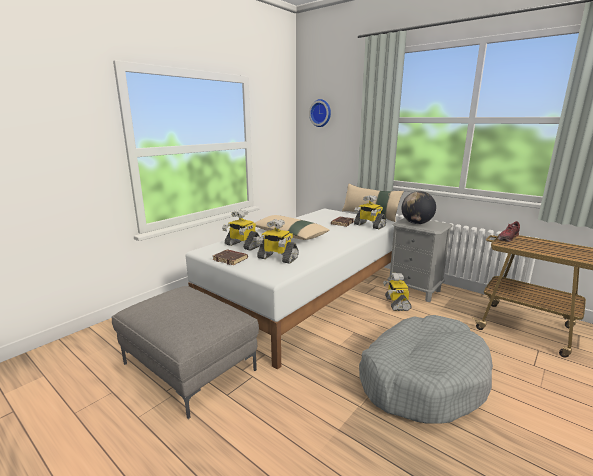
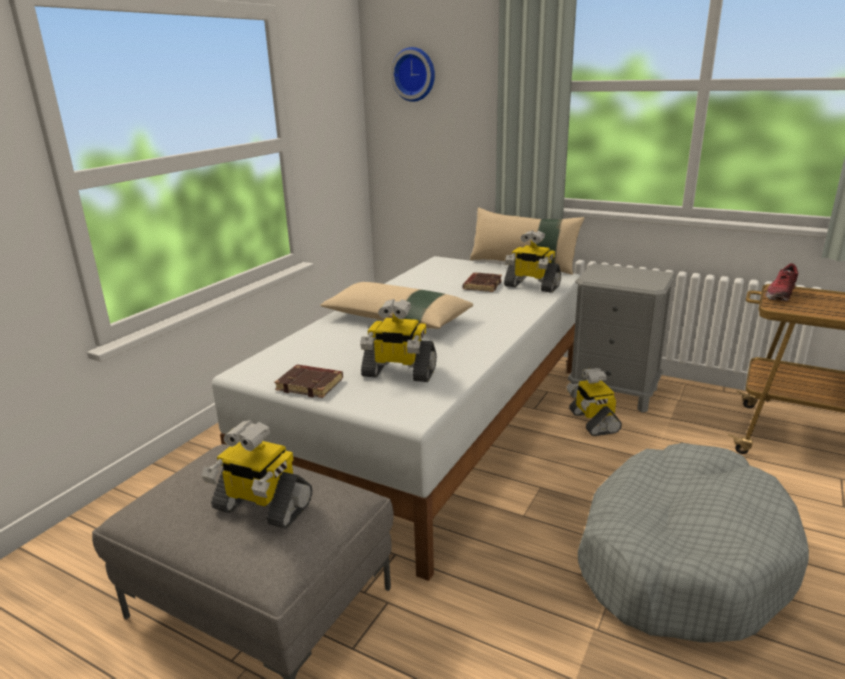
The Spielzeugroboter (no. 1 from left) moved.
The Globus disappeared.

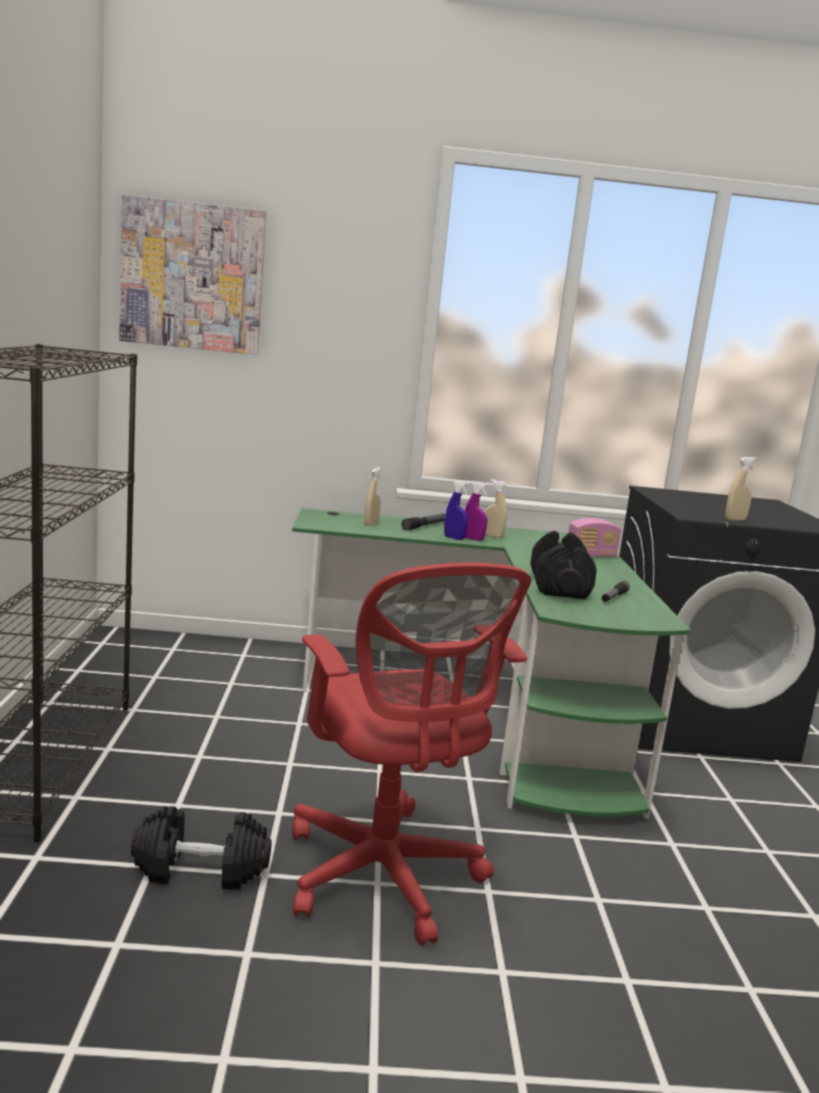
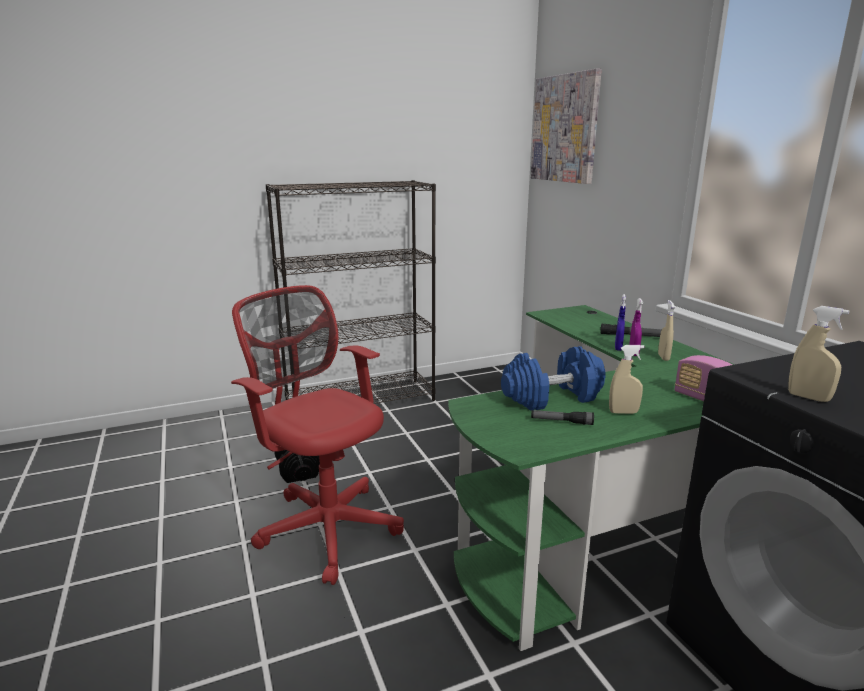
The Bürostuhl/rot turned 90 degrees clockwise.
The Hantel/schwarz (no. 2 from left) became the Hantel/blau.
The Sprühflasche/beige (no. 1 from left) moved.

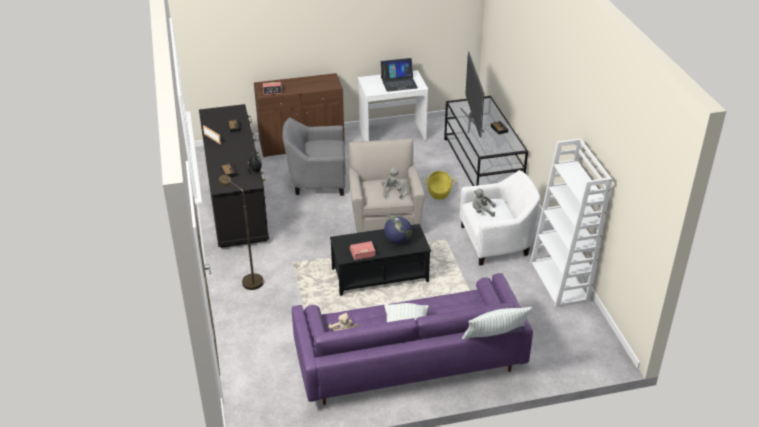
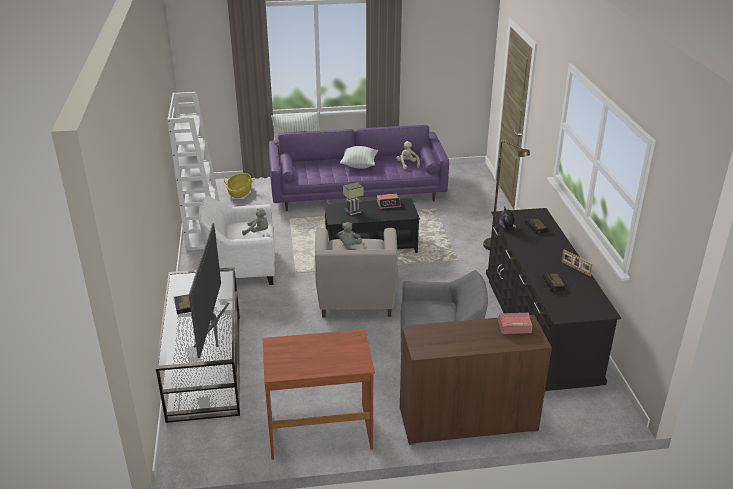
The Korb moved.
The Schreibtisch/weiß became the Schreibtisch/braun.
The Globus was replaced by the Tischlampe.
The Laptop disappeared.

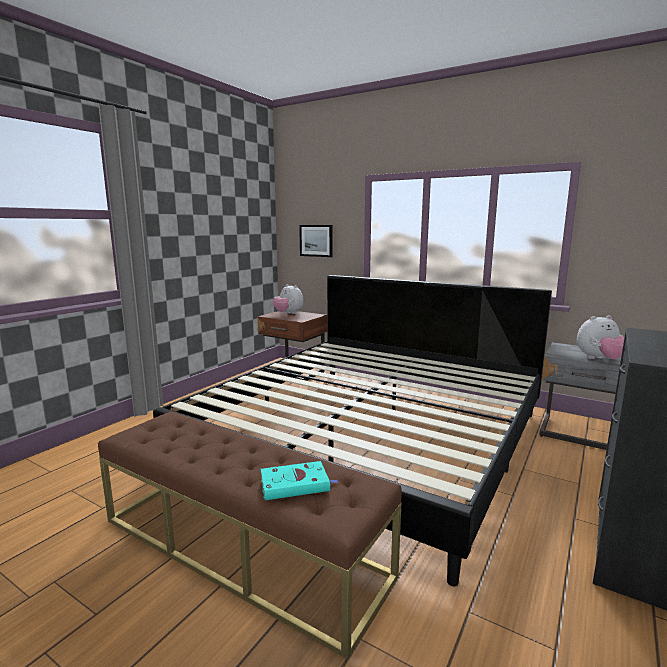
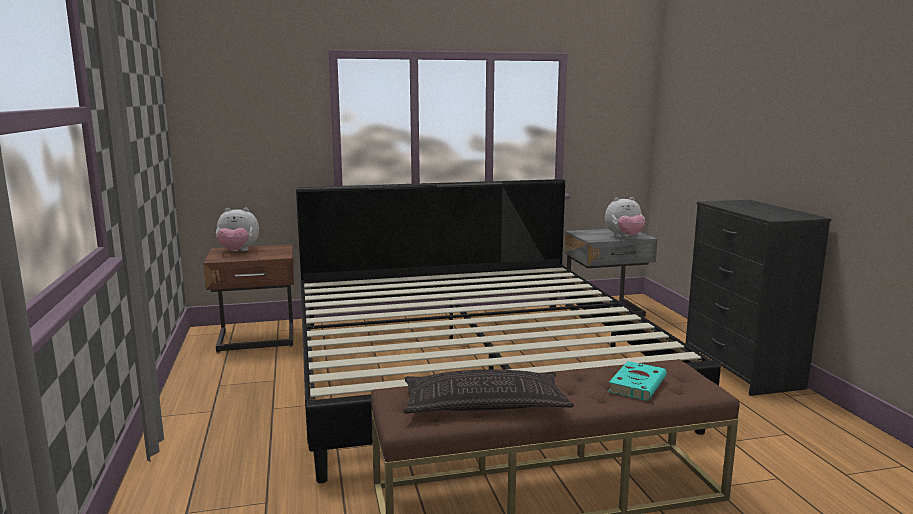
The Kissen appeared.
The Plüschtier (no. 2 from left) turned 45 degrees clockwise.
The Bild disappeared.

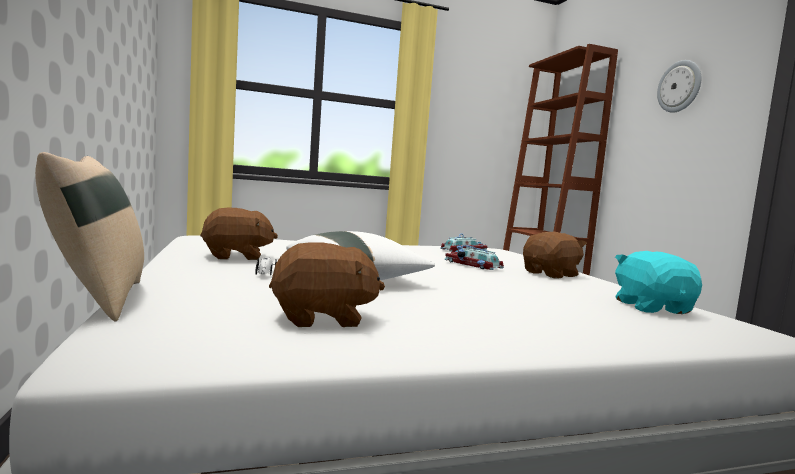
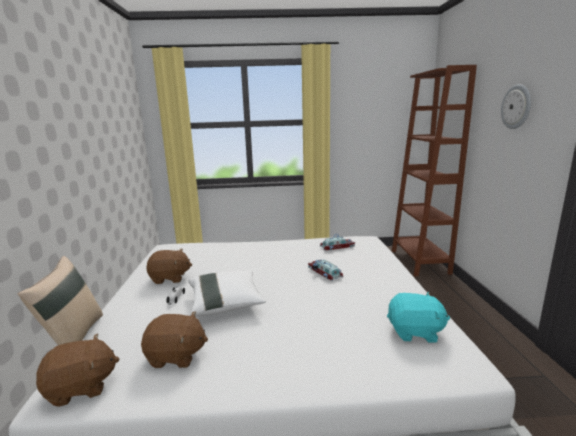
The Plüschtier/braun (no. 3 from left in the first image) moved.
The Plüschtier/türkis turned 90 degrees clockwise.

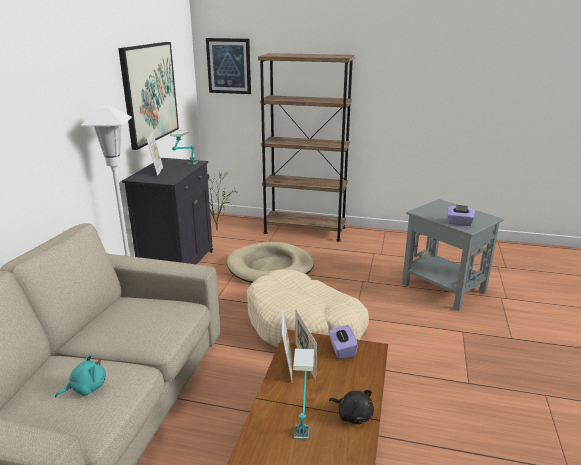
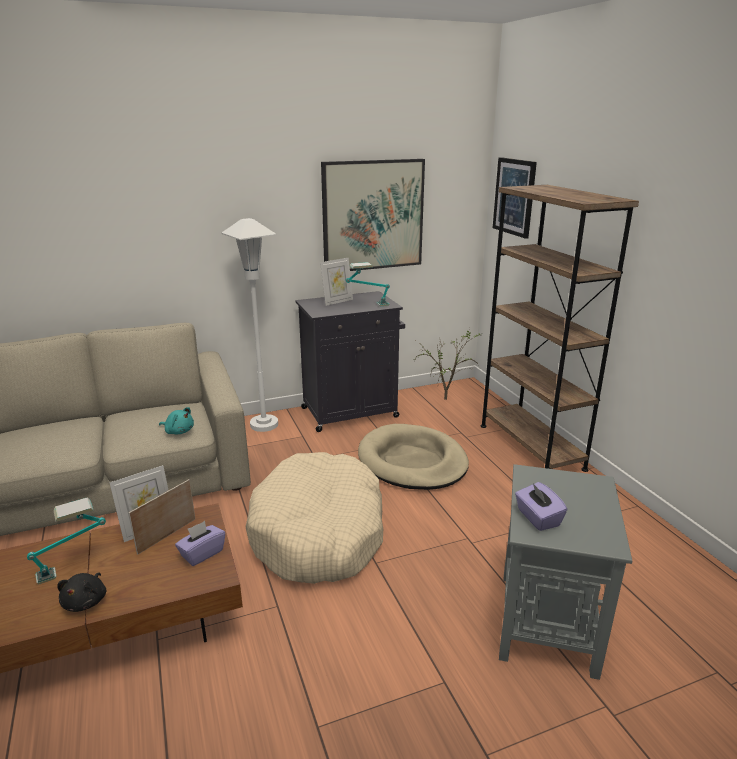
The Plüschtier/türkis moved.

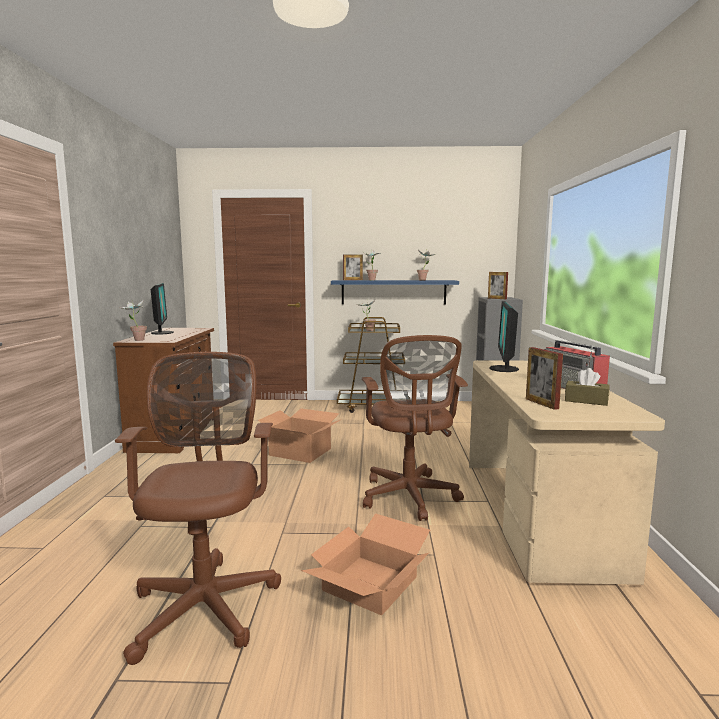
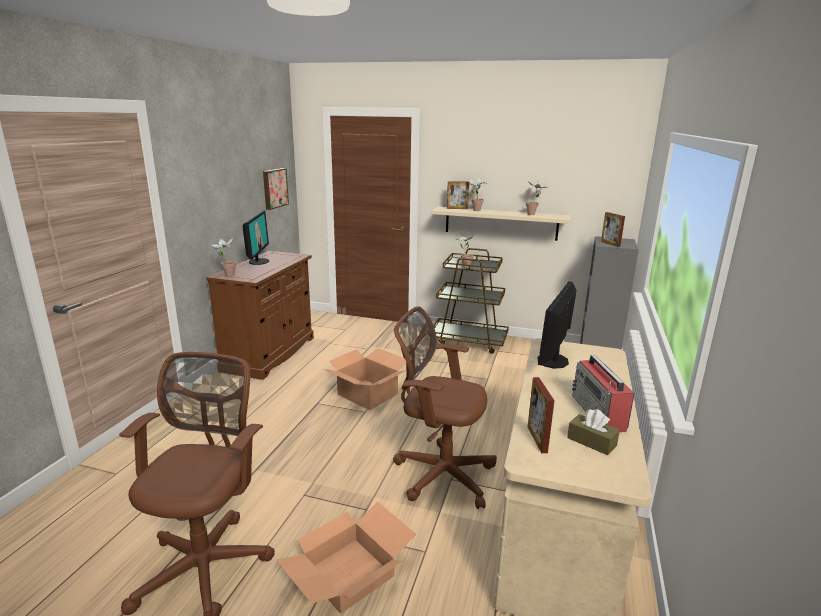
The Bild appeared.
The Bürostuhl/braun (no. 2 from left) turned 105 degrees clockwise.
The Wandregal/blau became the Wandregal/beige.

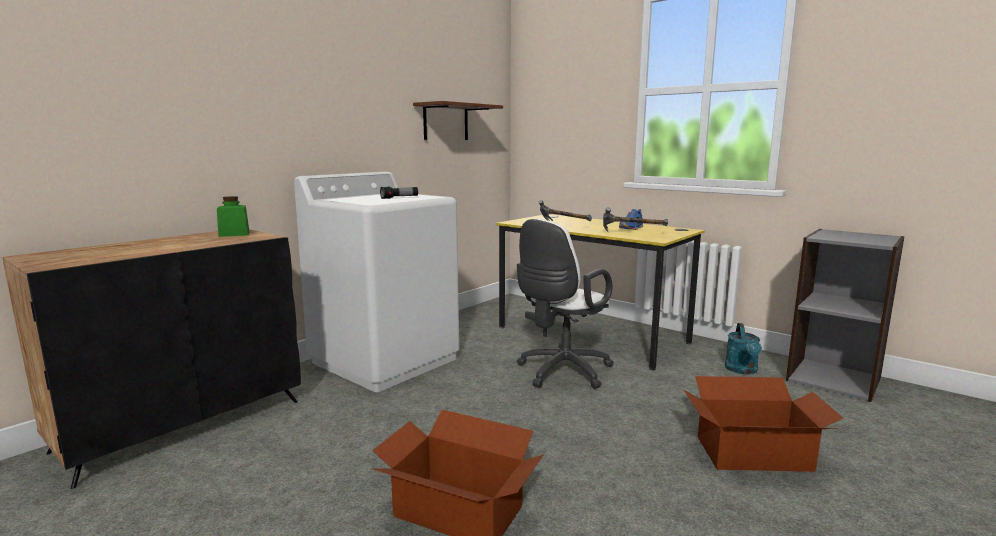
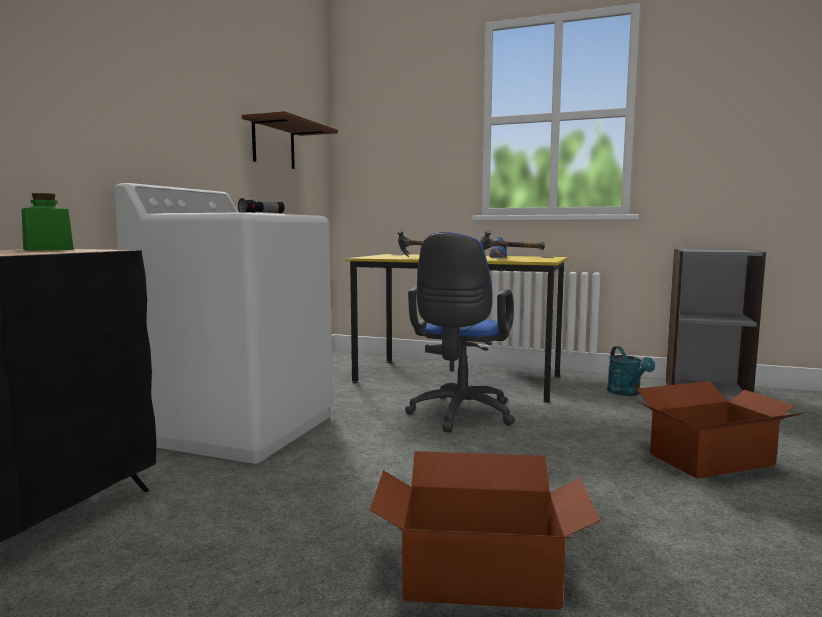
The Bürostuhl/weiß became the Bürostuhl/blau.

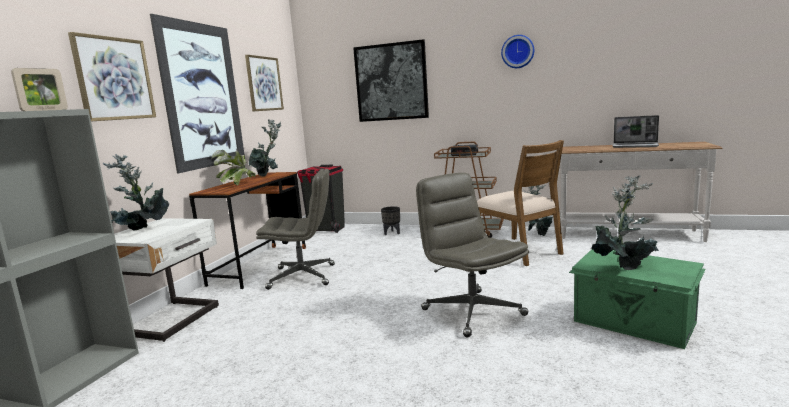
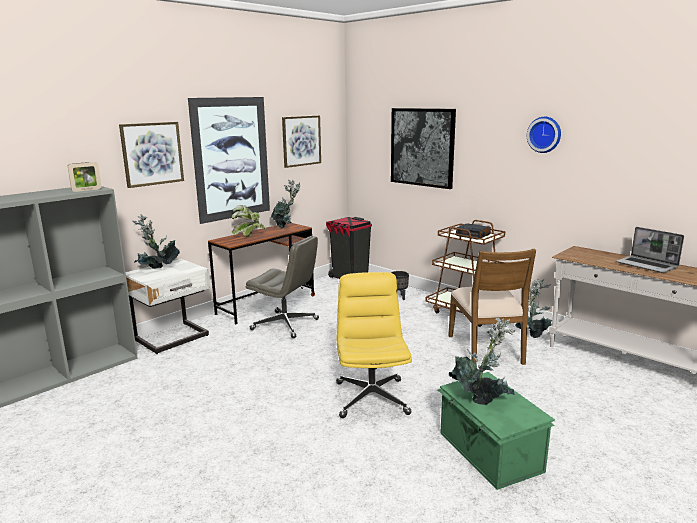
The Bürostuhl/grau (no. 2 from left) became the Bürostuhl/gelb.

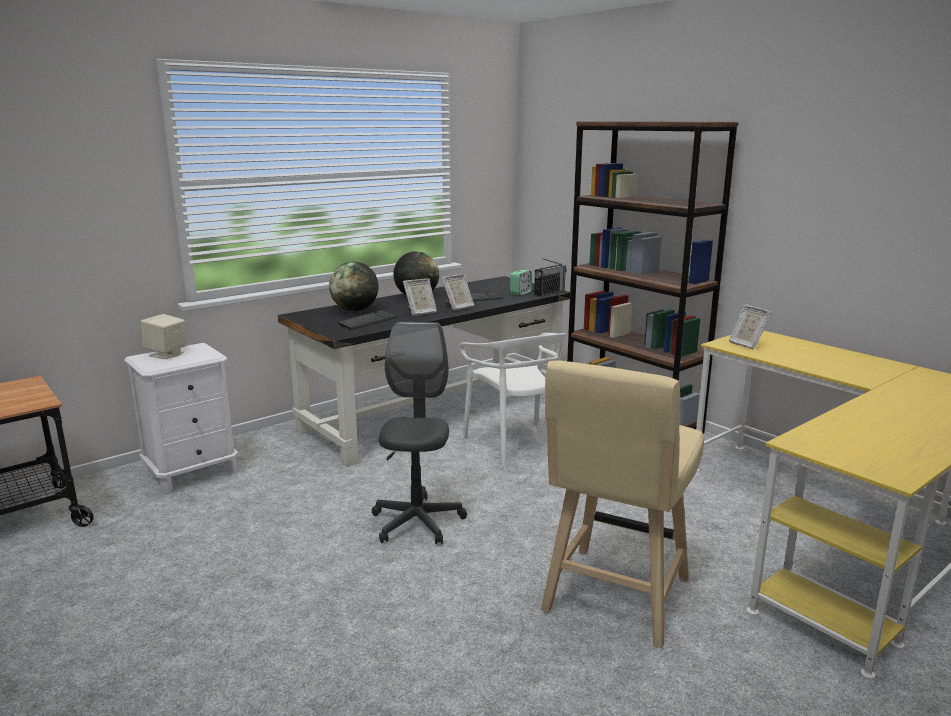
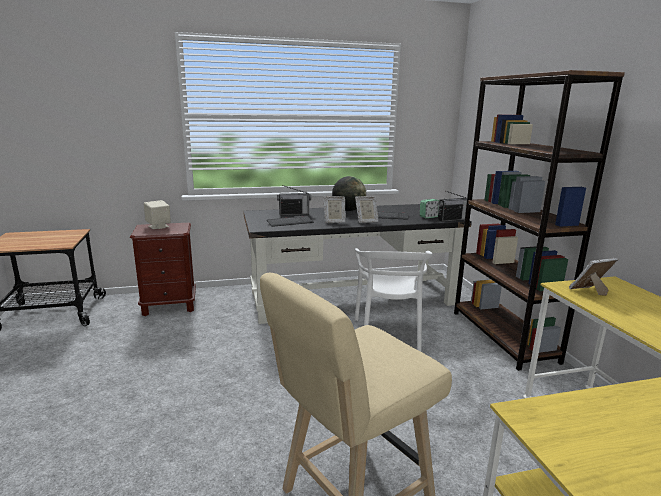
The Nachttisch/weiß became the Nachttisch/braun.
The Globus (no. 1 from left) was replaced by the Radio (no. 1 from left).
The Bilderrahmen (no. 3 from left) turned 75 degrees clockwise.
The Bürostuhl/grau disappeared.

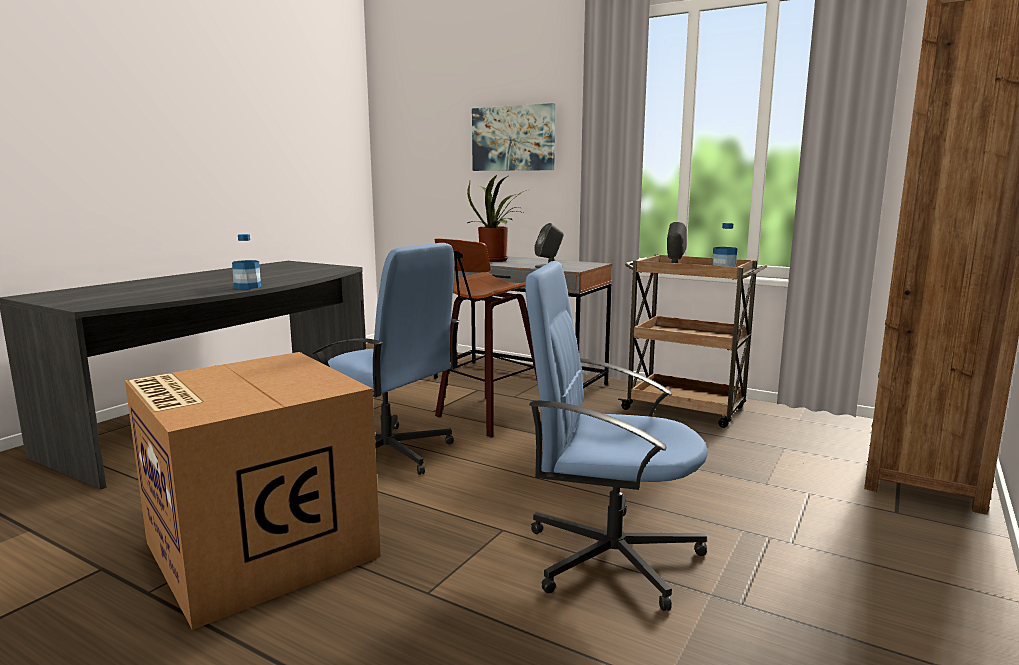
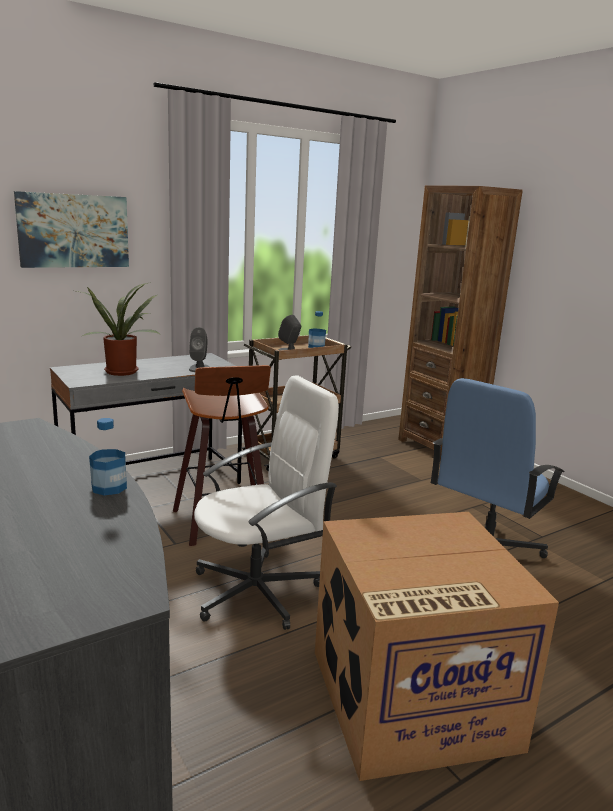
The Bürostuhl/blau (no. 1 from left) became the Bürostuhl/weiß.

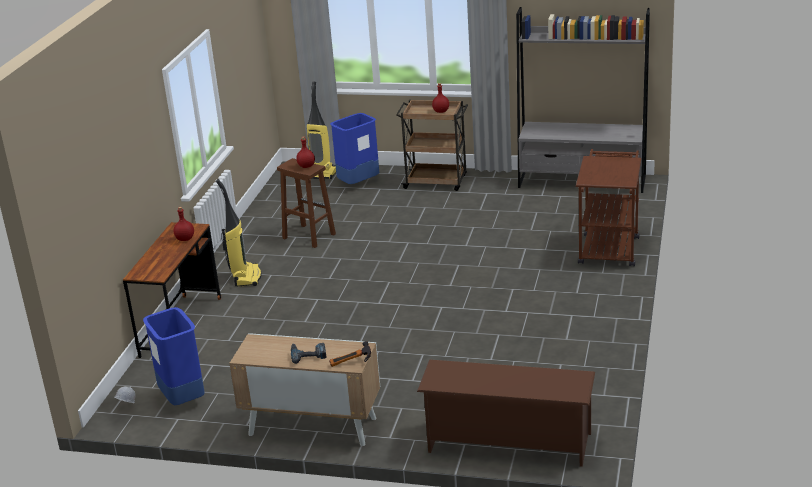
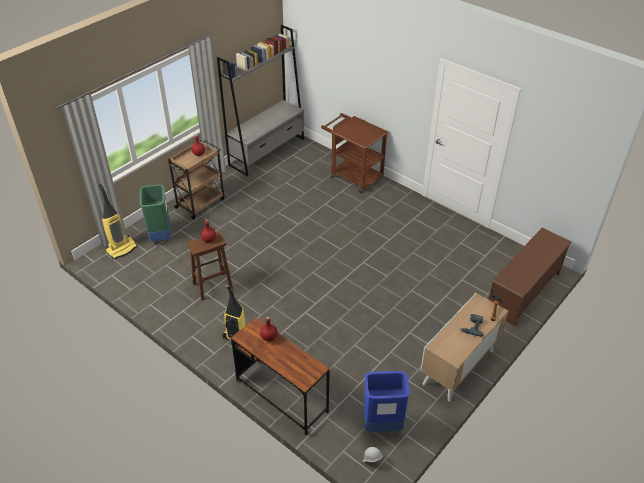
The Mülleimer/blau (no. 2 from left) became the Mülleimer/grün.

